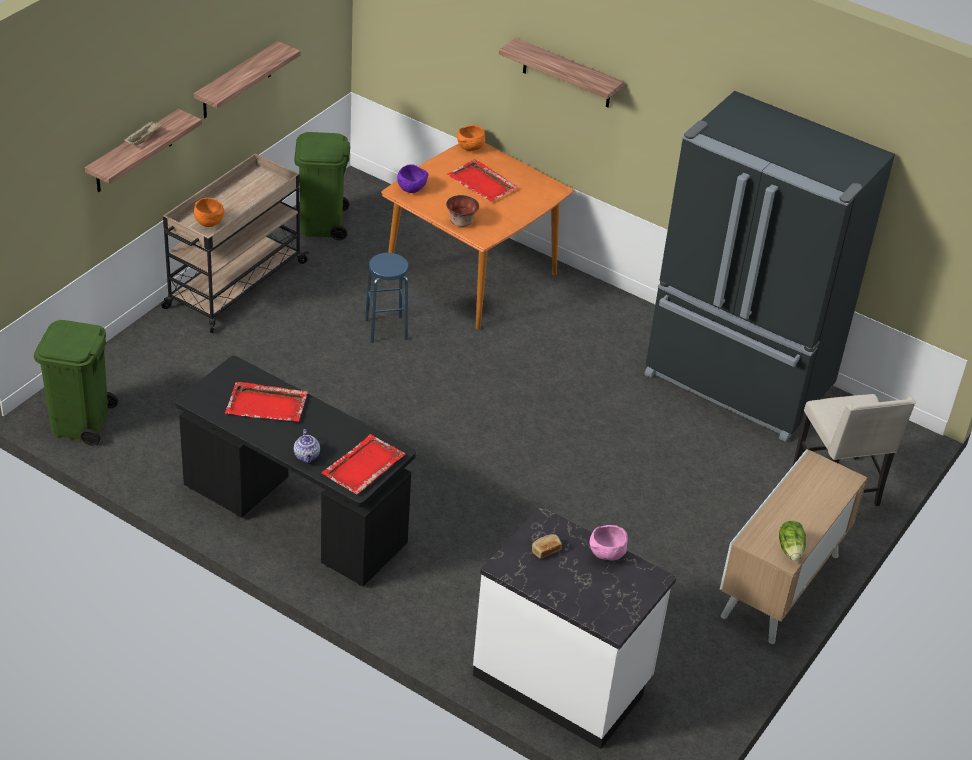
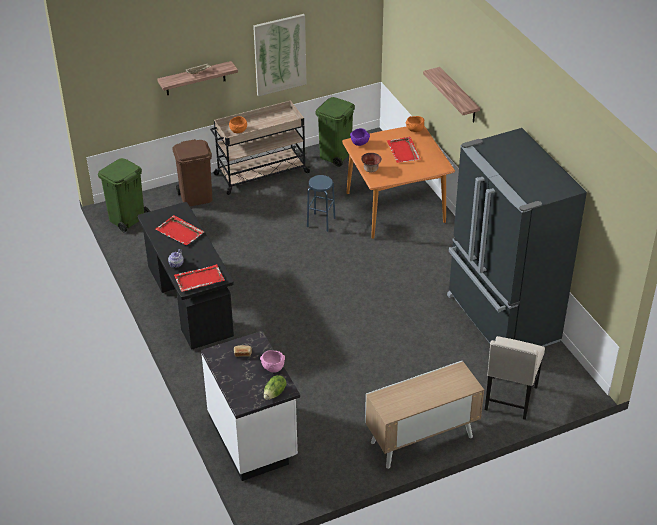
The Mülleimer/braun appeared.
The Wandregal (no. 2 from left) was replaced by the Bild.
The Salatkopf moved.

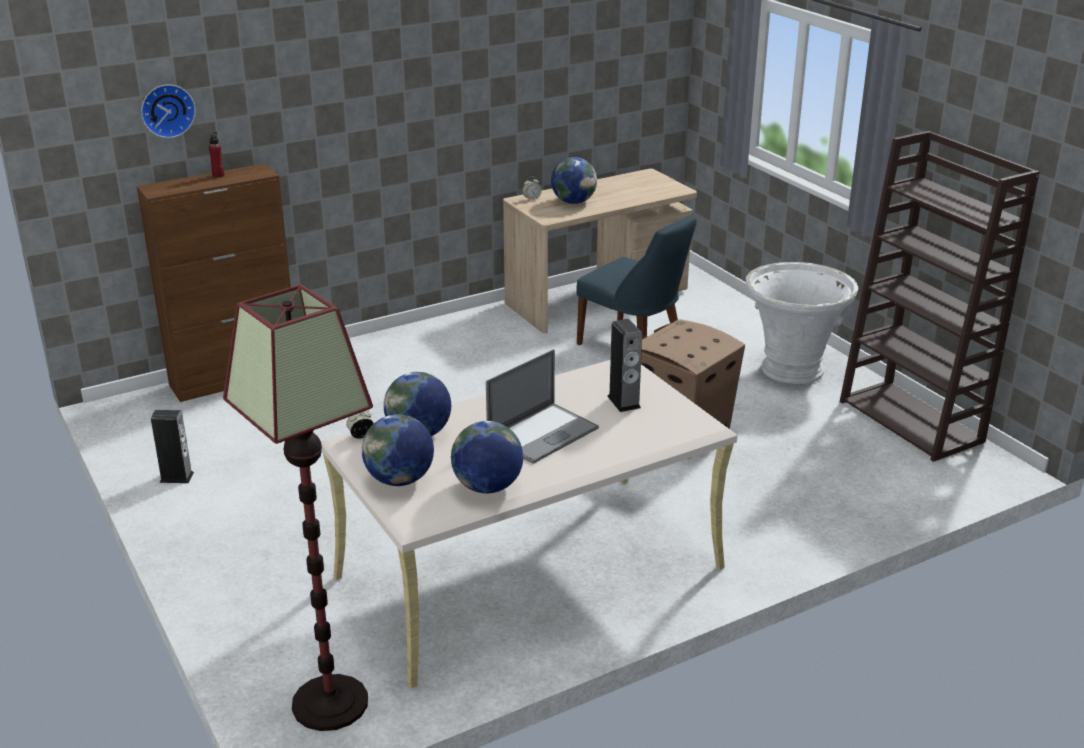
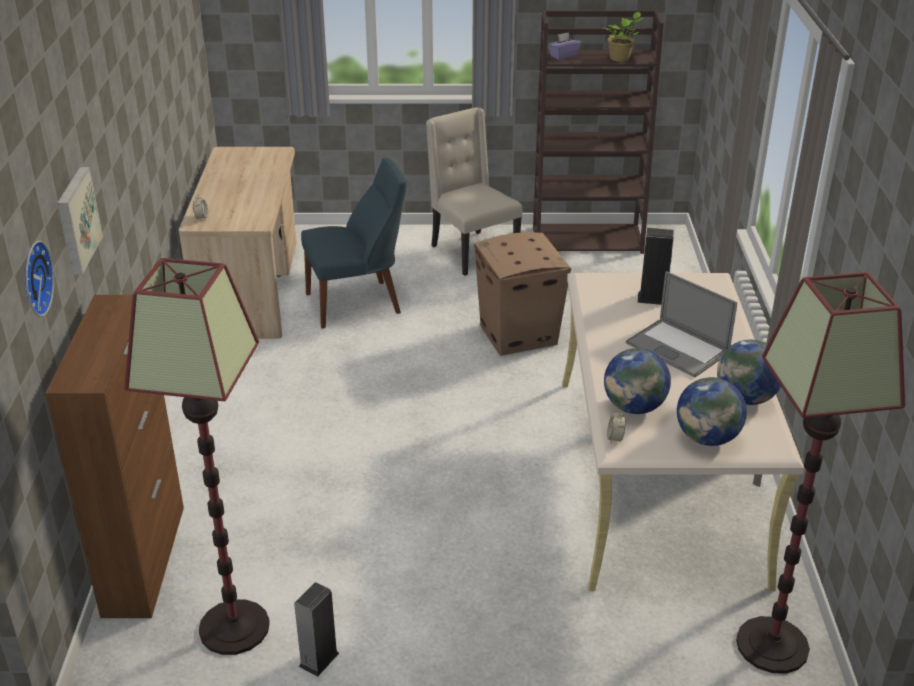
The Bild appeared.
The Stehlampe (no. 1 from left) appeared.
The Pflanzkübel/weiß was replaced by the Stuhl/beige.
The Taschentuchbox/lila appeared.
The Topfpflanze appeared.
The Laptop turned 150 degrees clockwise.
The Flasche/rot disappeared.
The Globus (no. 4 from left) disappeared.

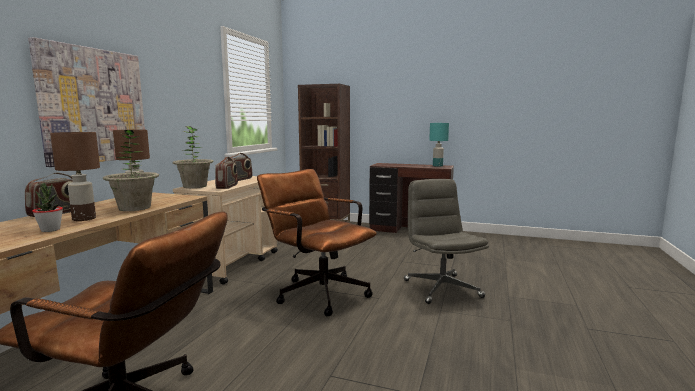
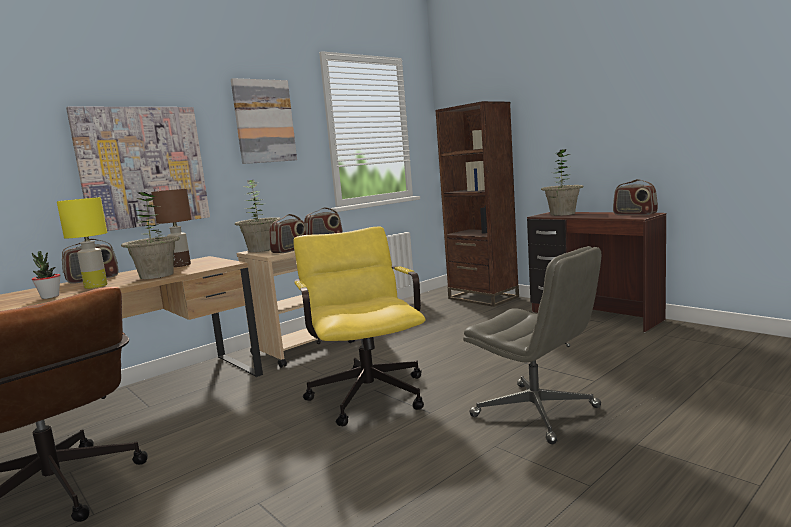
The Tischlampe/braun (no. 1 from left) became the Tischlampe/gelb.
The Bild (no. 2 from left) appeared.
The Bürostuhl/braun (no. 2 from left) became the Bürostuhl/gelb.
The Bürostuhl/grau turned 120 degrees clockwise.
The Topfpflanze (no. 4 from left) appeared.
The Tischlampe/türkis was replaced by the Radio (no. 4 from left).

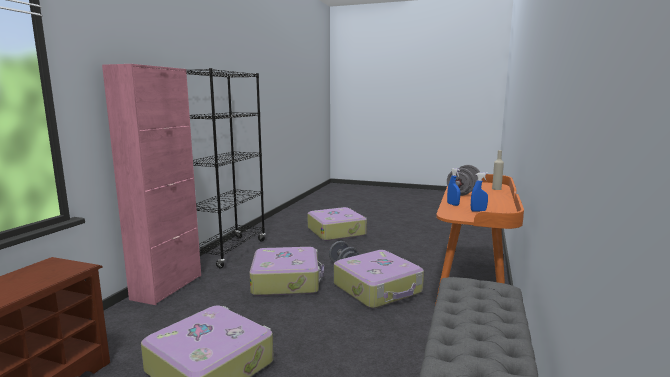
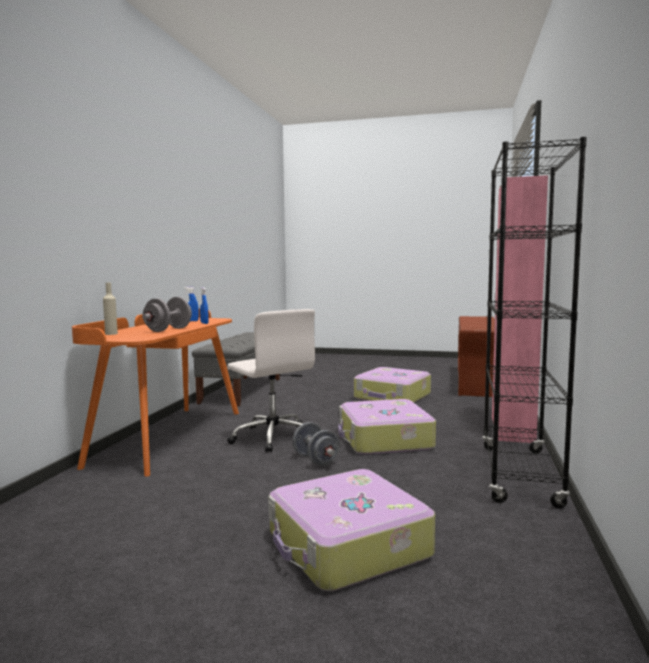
The Koffer (no. 4 from left) was replaced by the Bürostuhl/weiß.

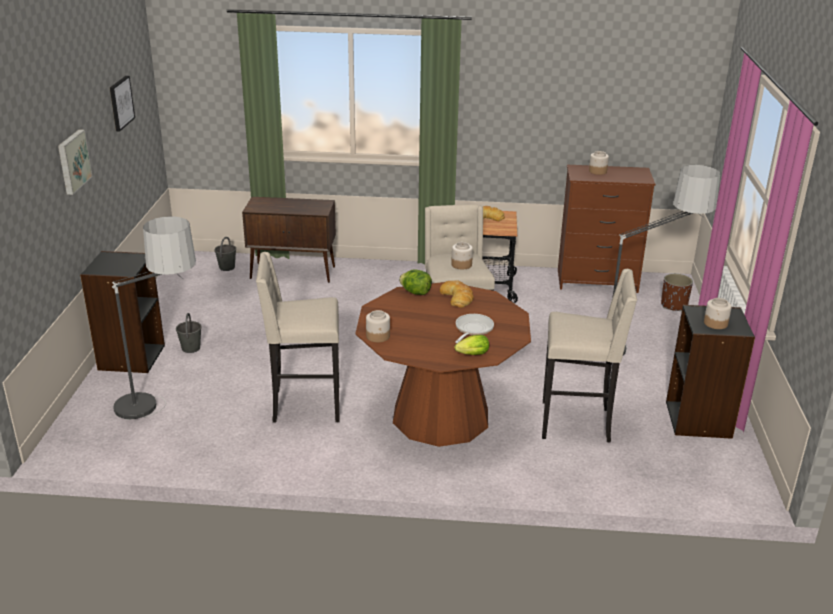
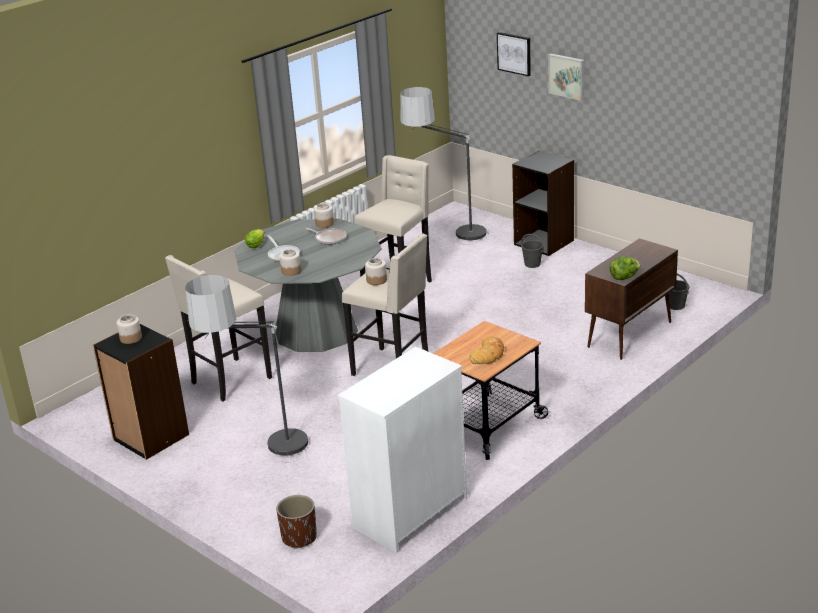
The Esstisch/braun became the Esstisch/grau.
The Vorratsglas (no. 3 from left in the first image) moved.
The Pfanne (no. 2 from left) appeared.
The Kommode/braun became the Kommode/weiß.
The Bild (no. 2 from left in the first image) moved.
The Salatkopf (no. 1 from left in the first image) moved.
The Brot (no. 1 from left) disappeared.

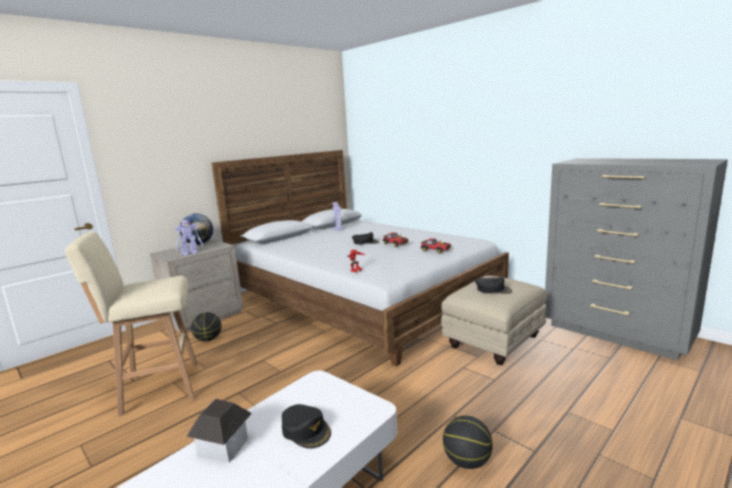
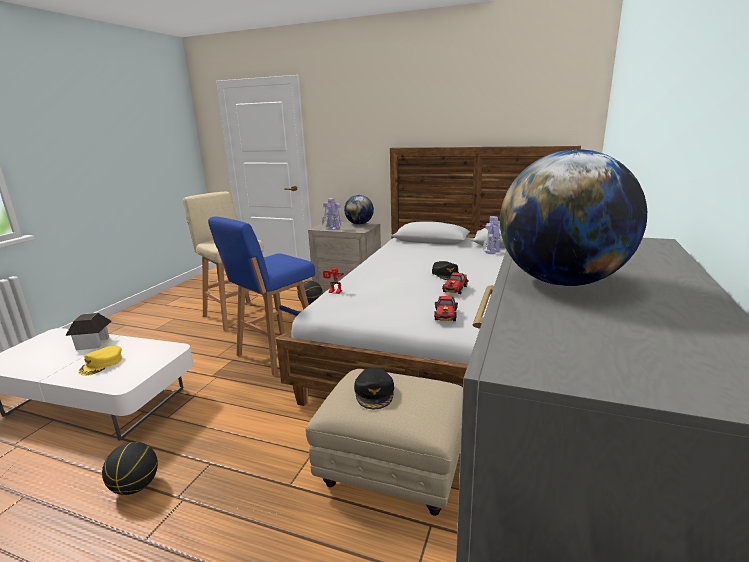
The Kappe/schwarz (no. 1 from left) became the Kappe/gelb.
The Hocker/blau appeared.
The Globus (no. 2 from left) appeared.

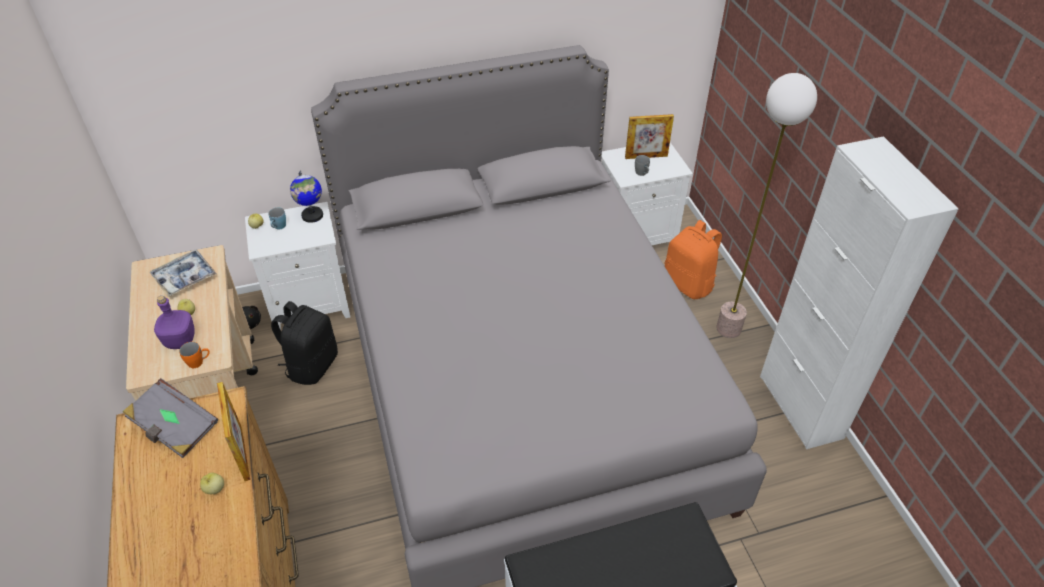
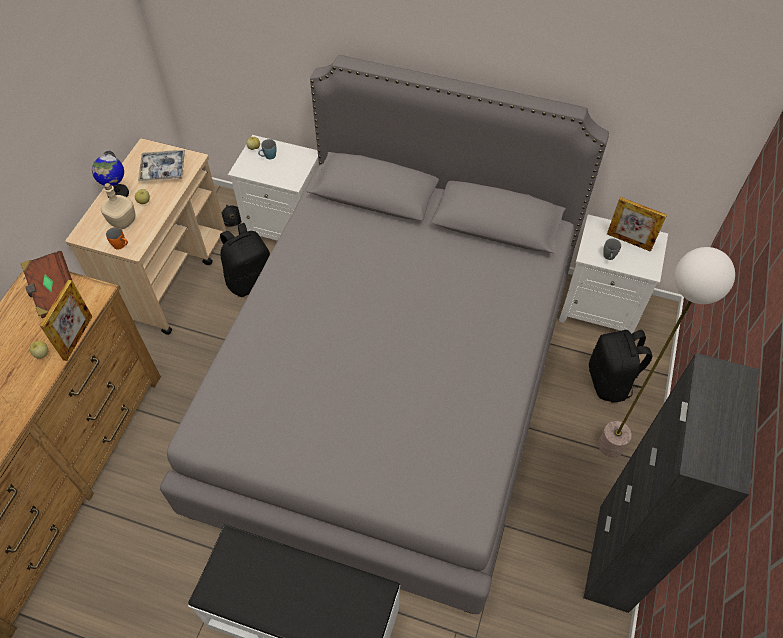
The Buch/grau became the Buch/braun.
The Globus moved.
The Flasche/lila became the Flasche/beige.
The Schrank/weiß became the Schrank/schwarz.
The Rucksack/orange became the Rucksack/schwarz (no. 2 from left).

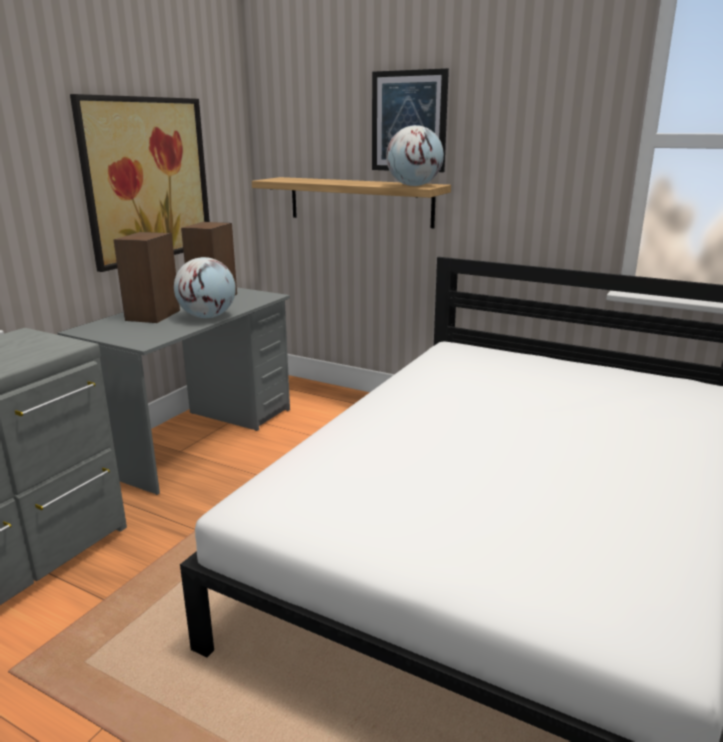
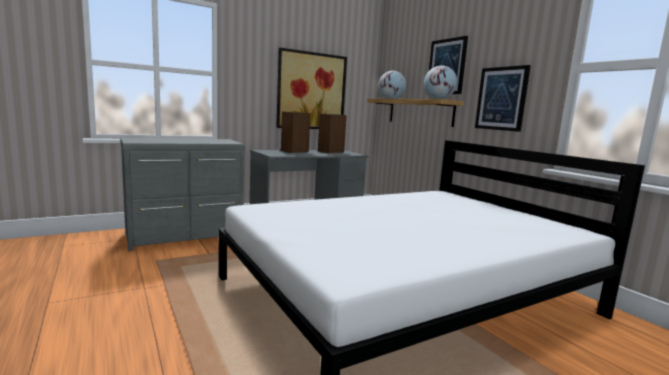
The Globus (no. 1 from left) moved.
The Bild (no. 3 from left) appeared.

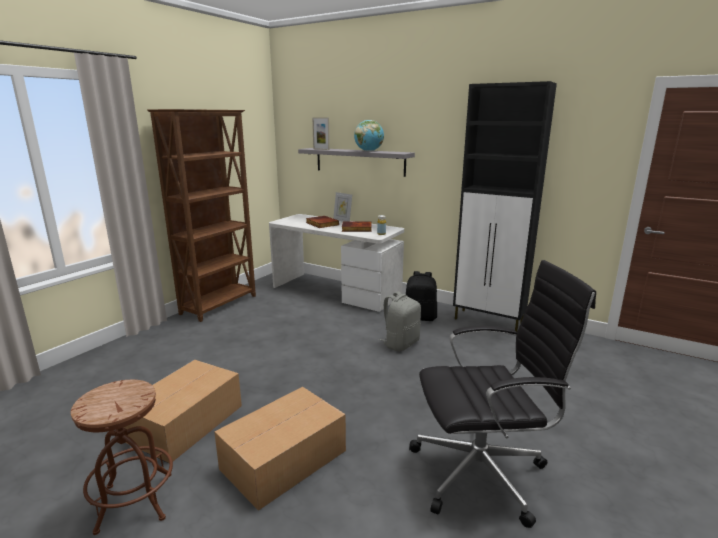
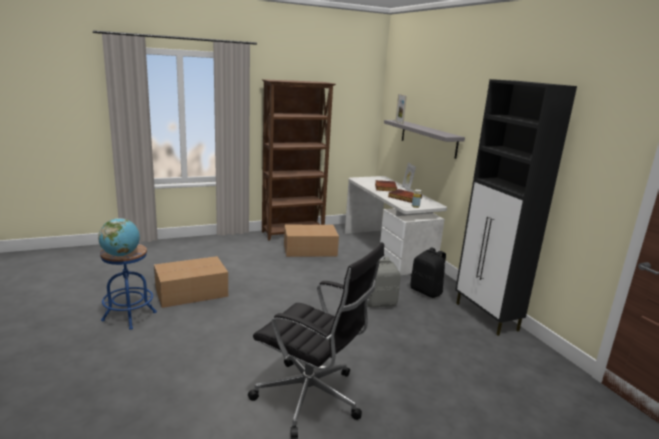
The Globus moved.
The Hocker/braun became the Hocker/blau.
The Karton (no. 2 from left) moved.

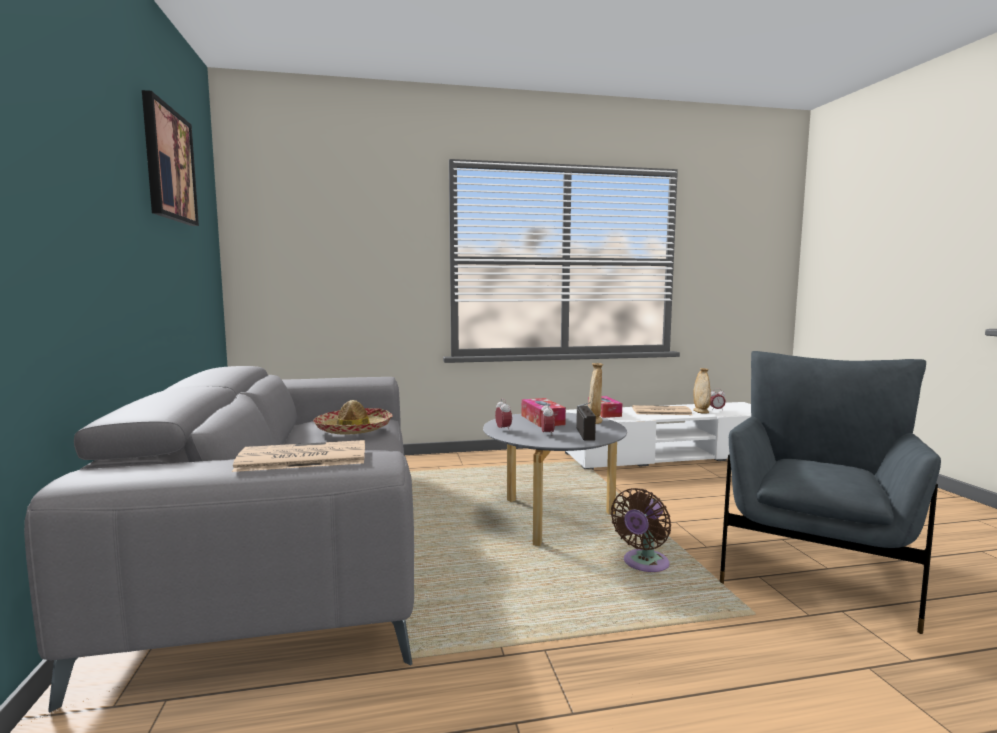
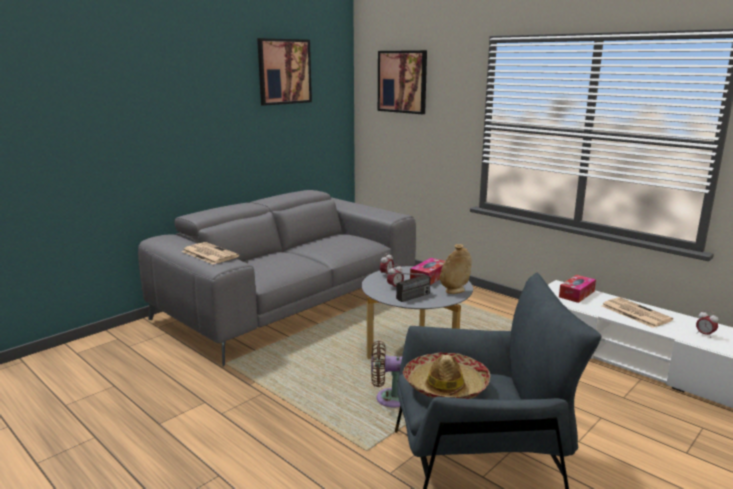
The Bild (no. 2 from left) appeared.
The Hut moved.
The Vase/beige (no. 2 from left) disappeared.

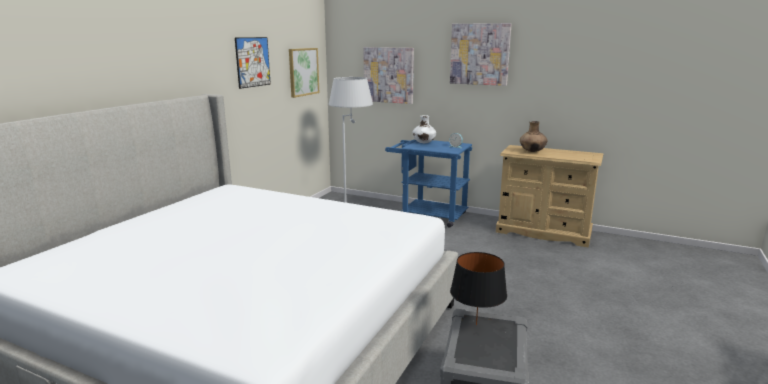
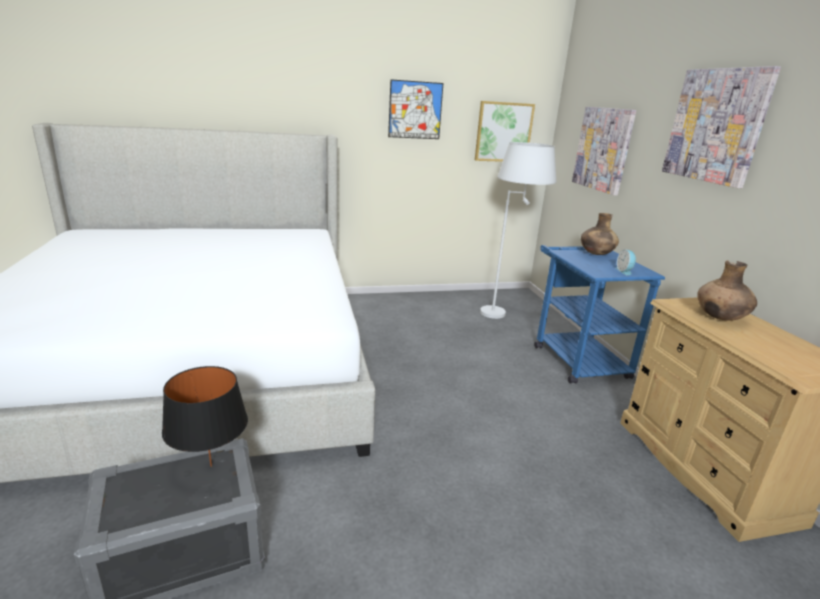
The Vase/weiß became the Vase/braun (no. 1 from left).

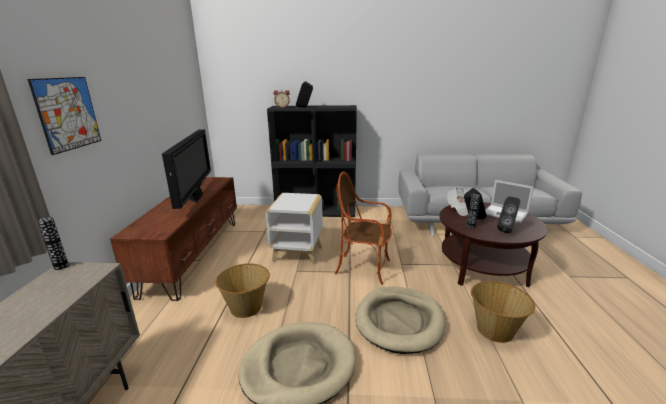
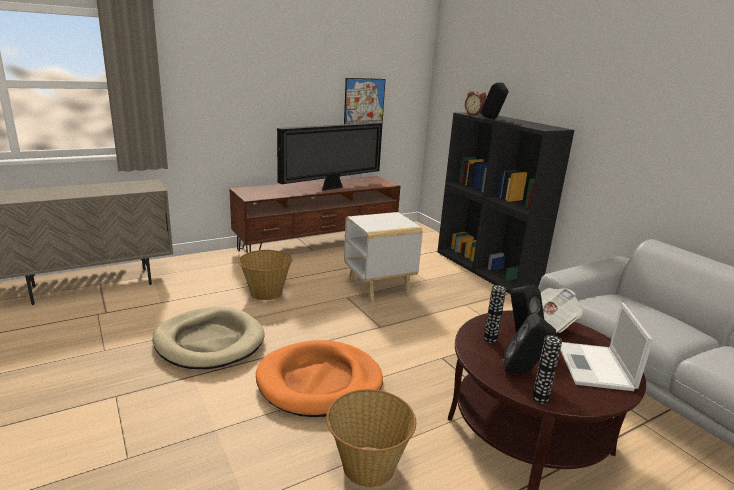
The Hundebett/beige (no. 2 from left) became the Hundebett/orange.
The Bild moved.
The Vase (no. 1 from left in the first image) moved.
The Sessel disappeared.

